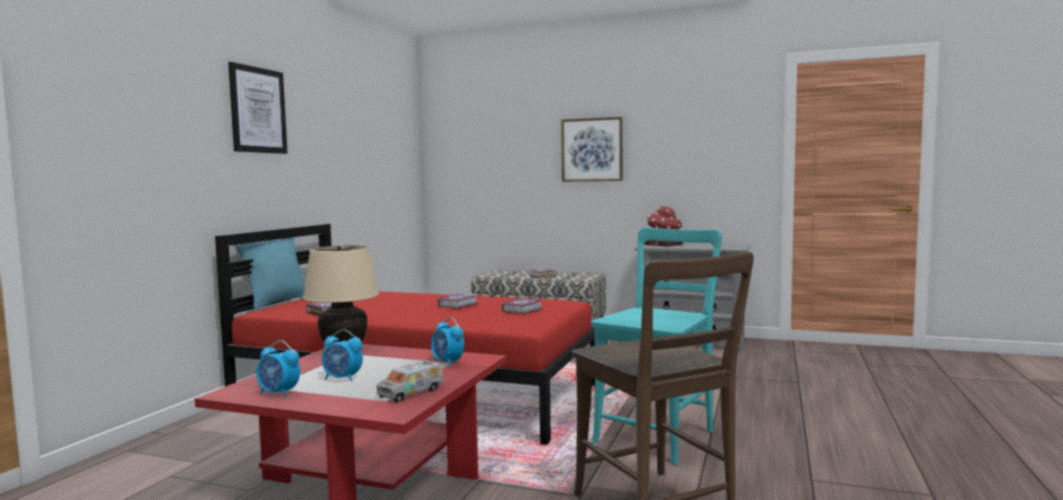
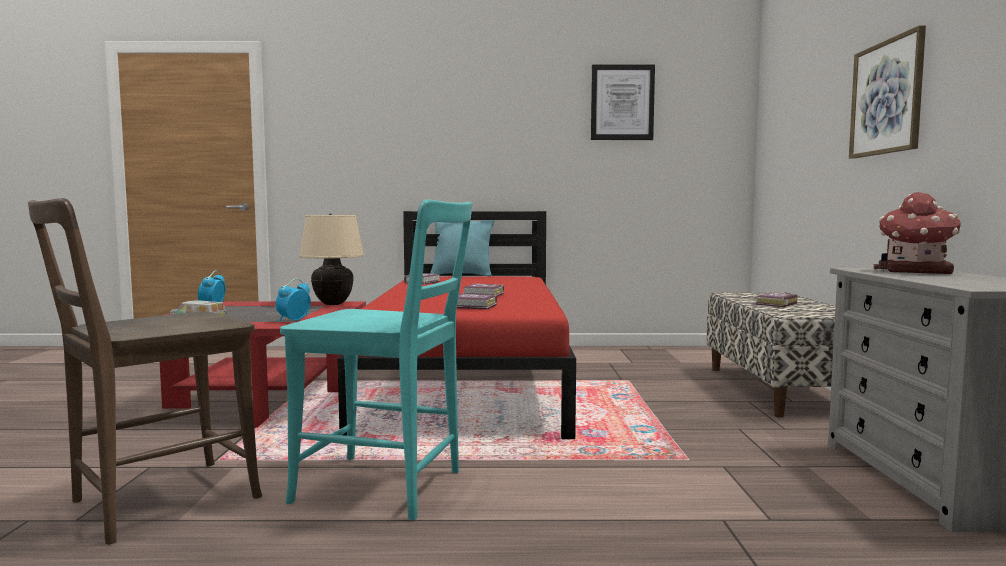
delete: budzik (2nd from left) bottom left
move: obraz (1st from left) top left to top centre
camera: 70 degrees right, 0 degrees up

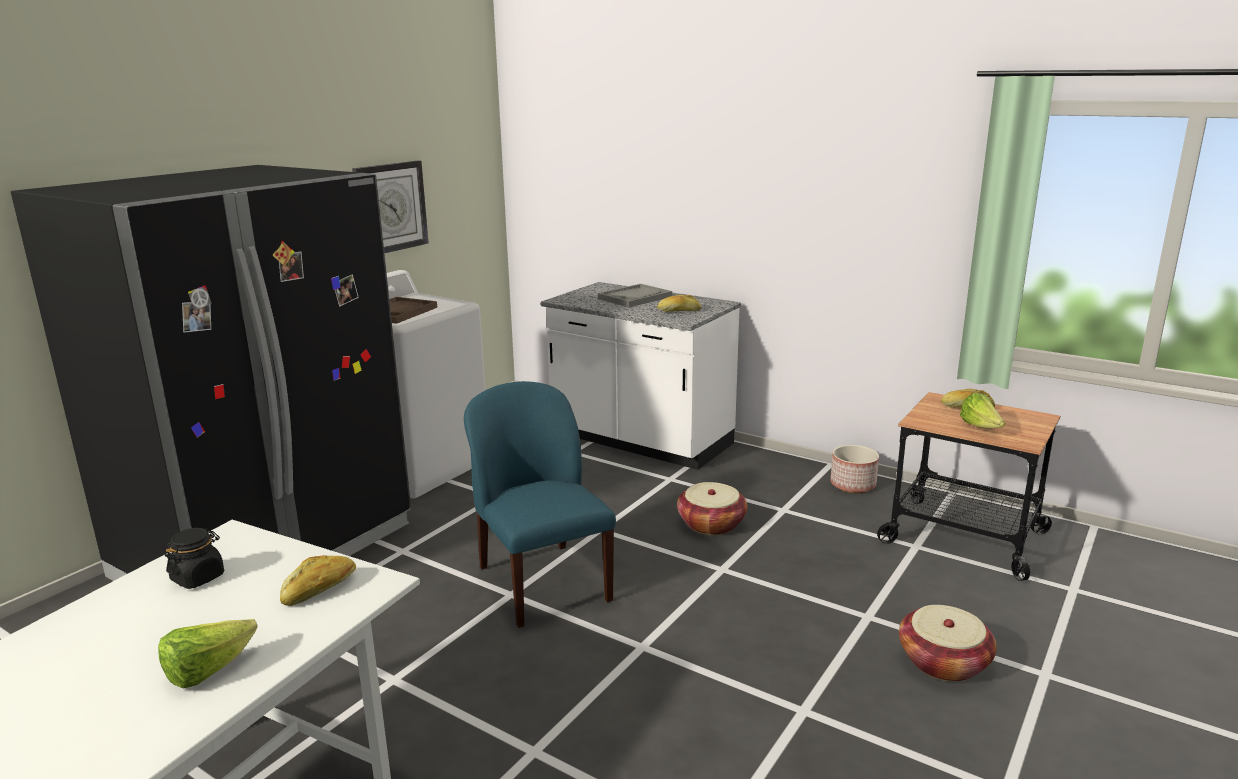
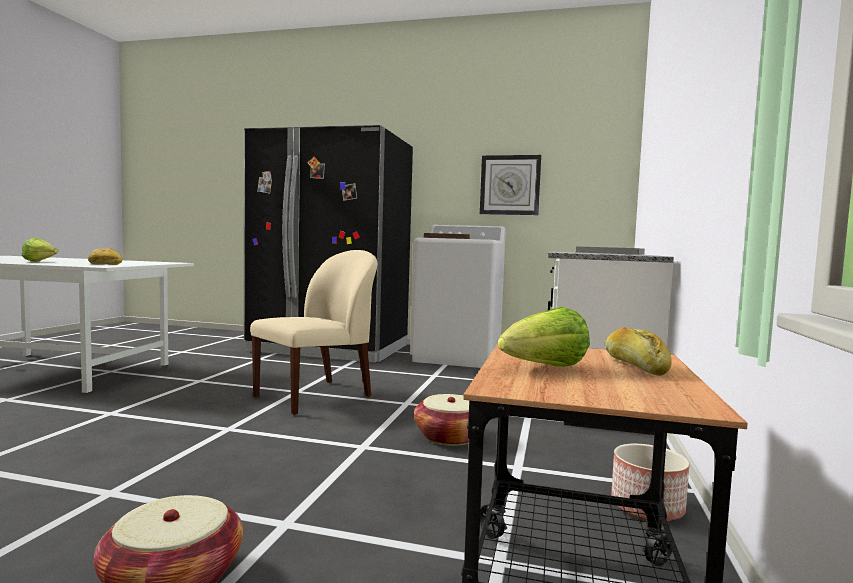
delete: chleb (2nd from left) centre; słoik/czarny bottom left
recolor: krzesło/niebieski centre to krzesło/beżowy centre
camera: 70 degrees right, 15 degrees down

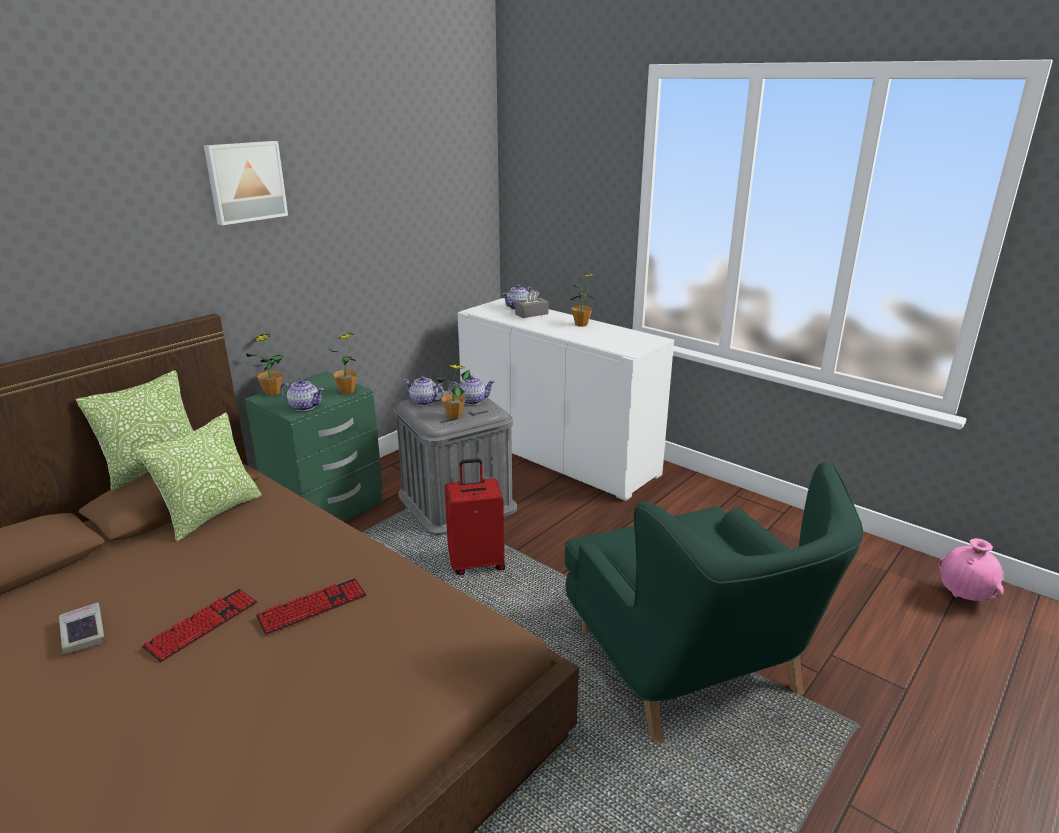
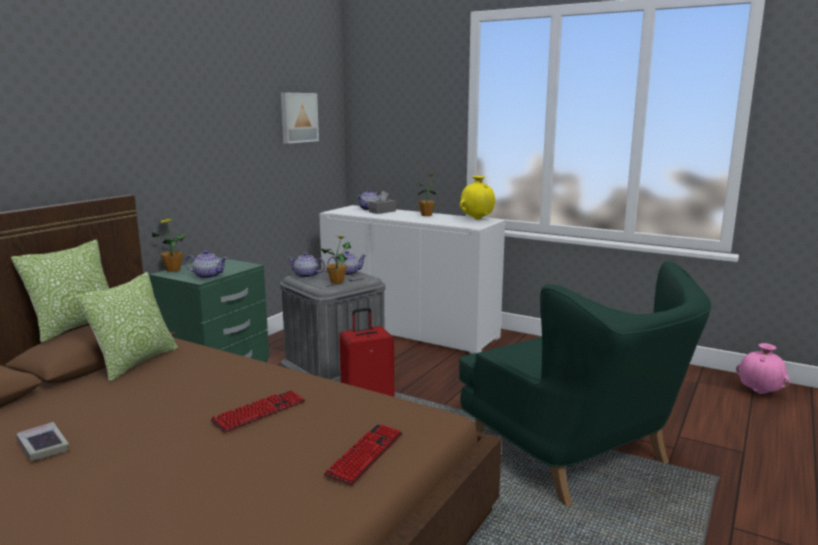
delete: roślina doniczkowa (2nd from left) middle left
insert: wazon/żółty centre
move: obraz top left to top centre; klawiatura (1st from left in the first image) bottom left to klawiatura (2nd from left) bottom centre
camera: 10 degrees left, 10 degrees down

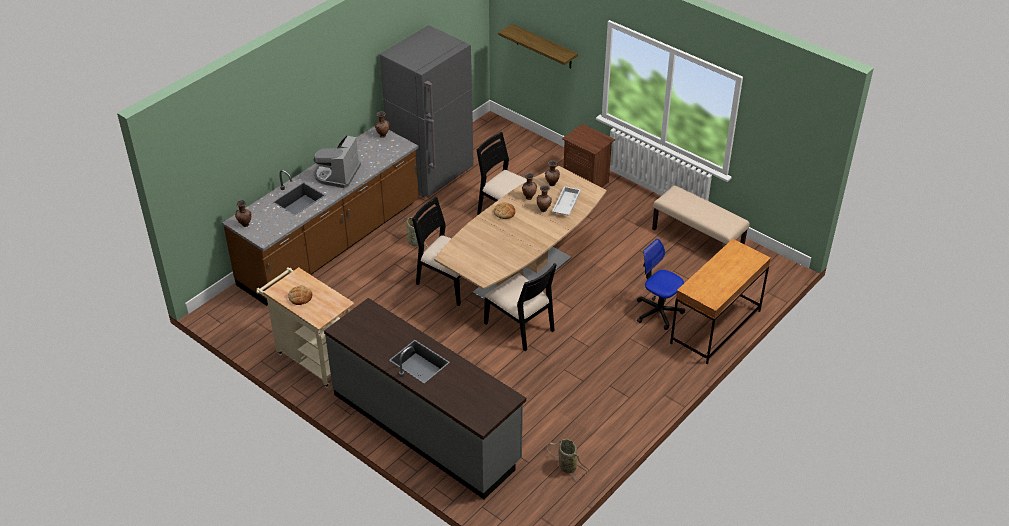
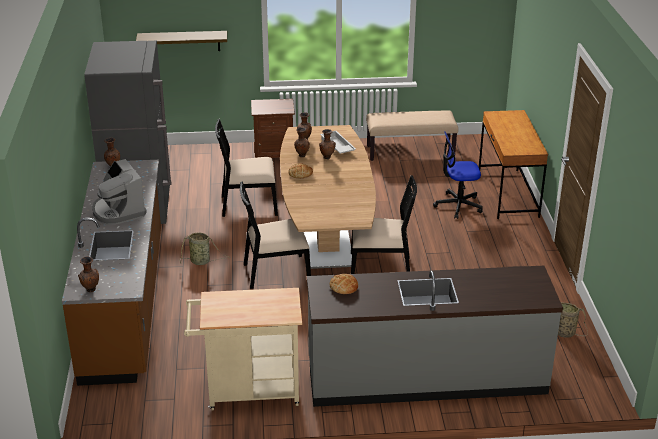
move: chleb (1st from left in the first image) middle left to chleb (2nd from left) centre
camera: 45 degrees left, 10 degrees down

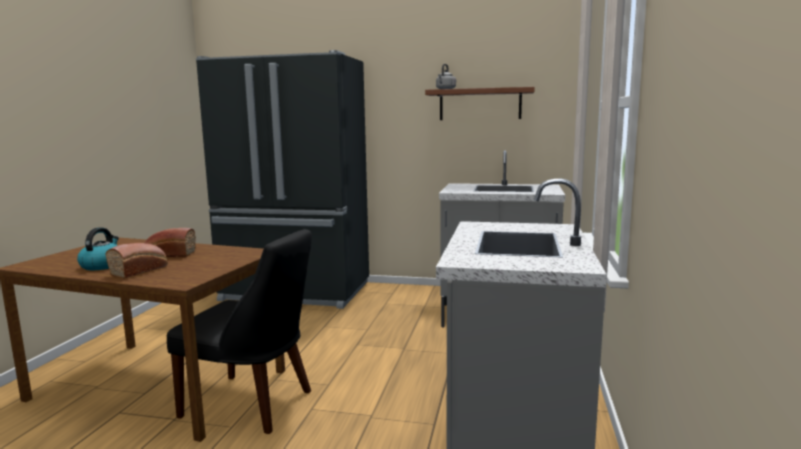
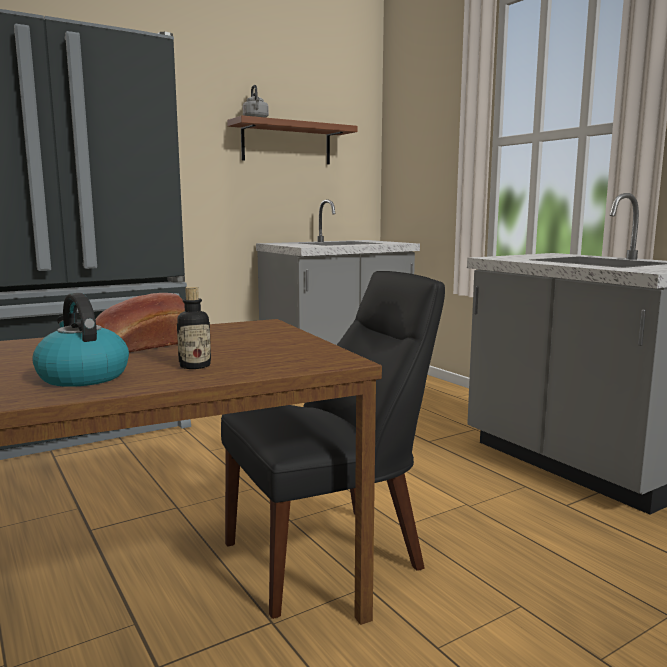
replace: chleb (1st from left) middle left to butelka middle left
camera: 45 degrees left, 0 degrees up

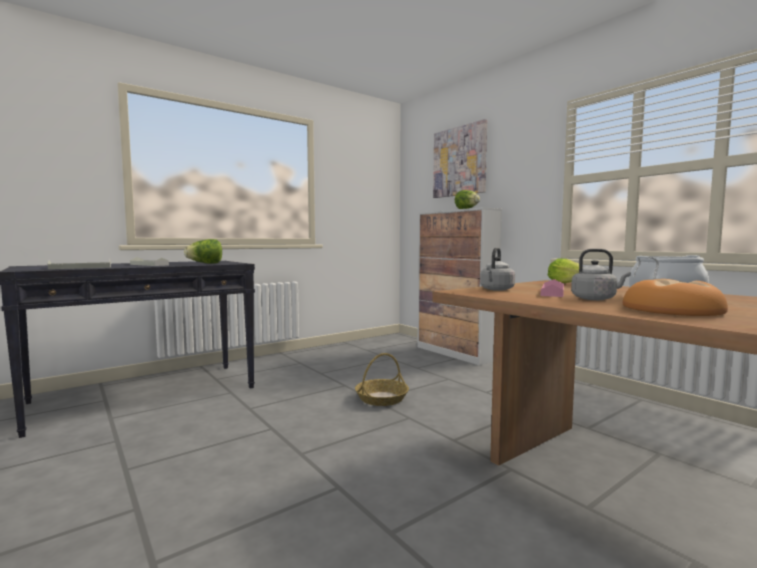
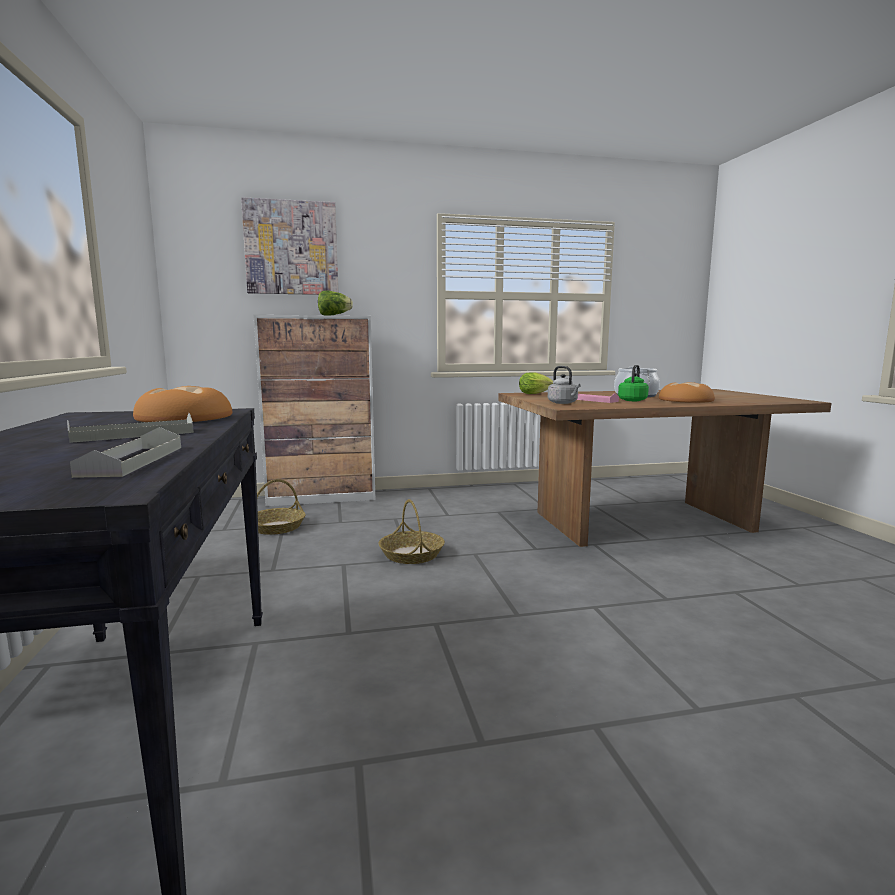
insert: koszyk (1st from left) middle left
replace: sałata (1st from left) middle left to chleb (1st from left) middle left
recolor: czajnik/szary (2nd from left) middle right to czajnik/zielony middle right
camera: 65 degrees left, 5 degrees up

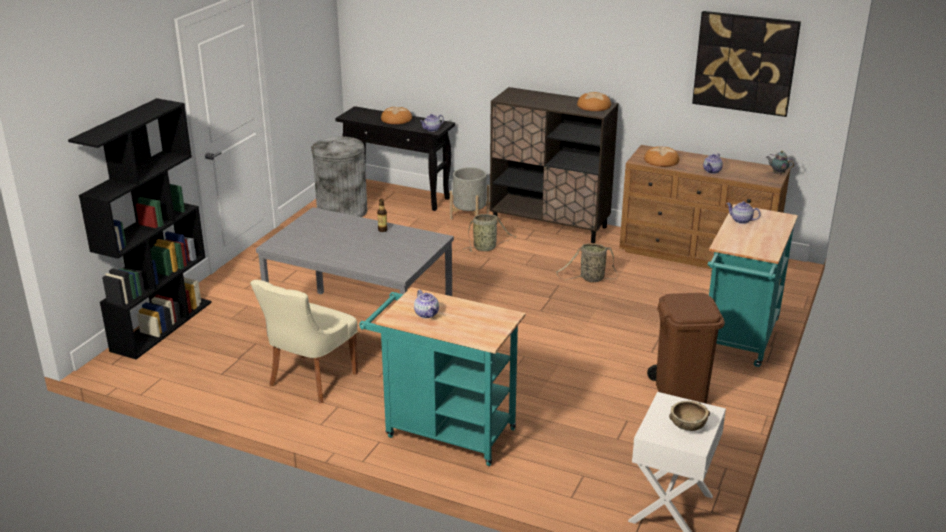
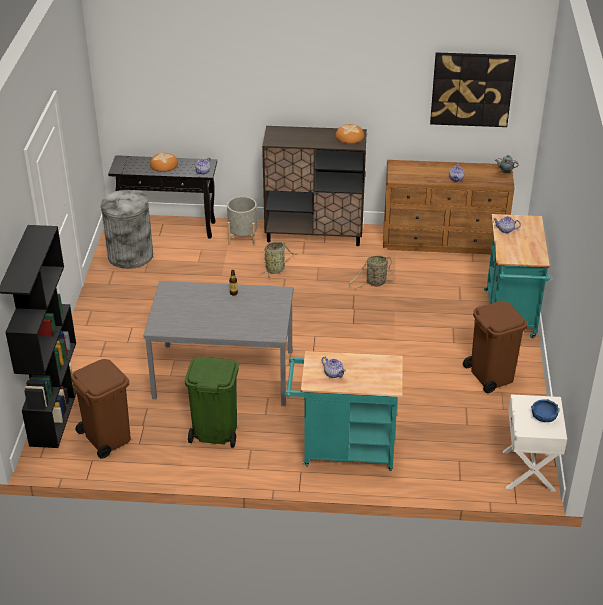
delete: chleb (3rd from left) top right
insert: kosz na śmieci/brązowy (1st from left) bottom left
replace: krzesło/beżowy middle left to kosz na śmieci/zielony centre
recolor: miska/brązowy bottom right to miska/niebieski bottom right
camera: 20 degrees left, 10 degrees up

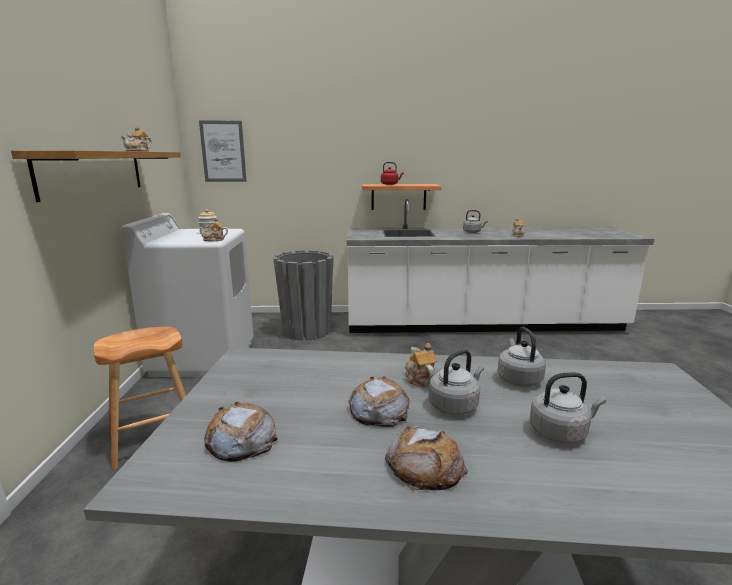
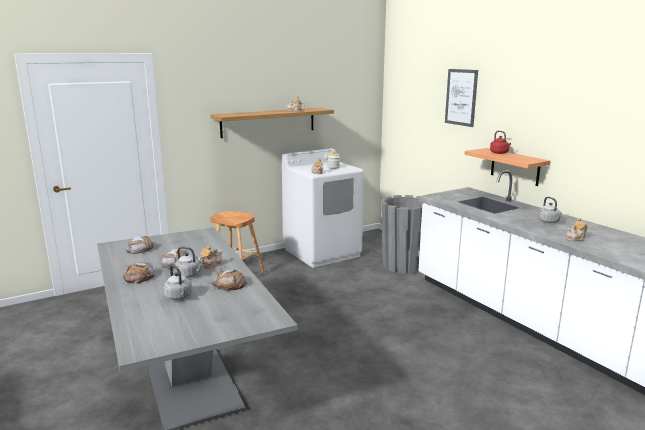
move: obraz top left to top right
replace: czajnik/szary (3rd from left) middle right to chleb (4th from left) centre
camera: 60 degrees right, 0 degrees up

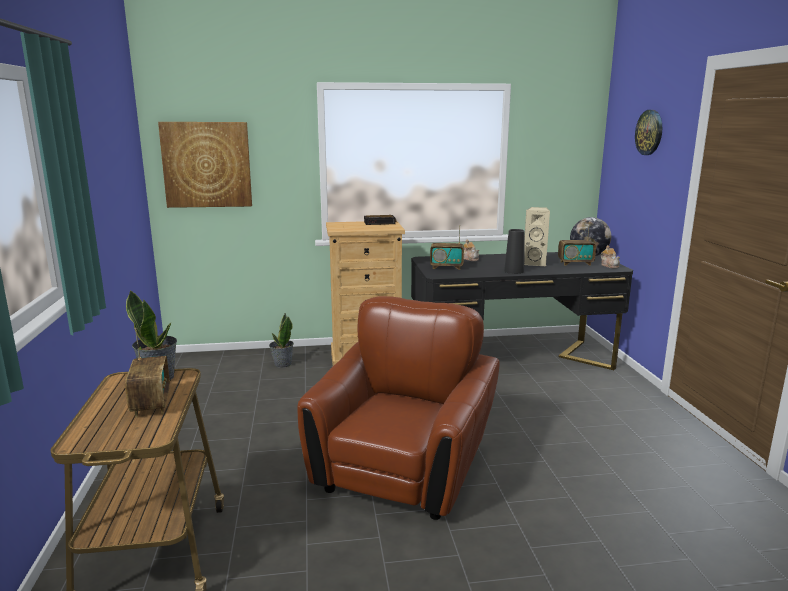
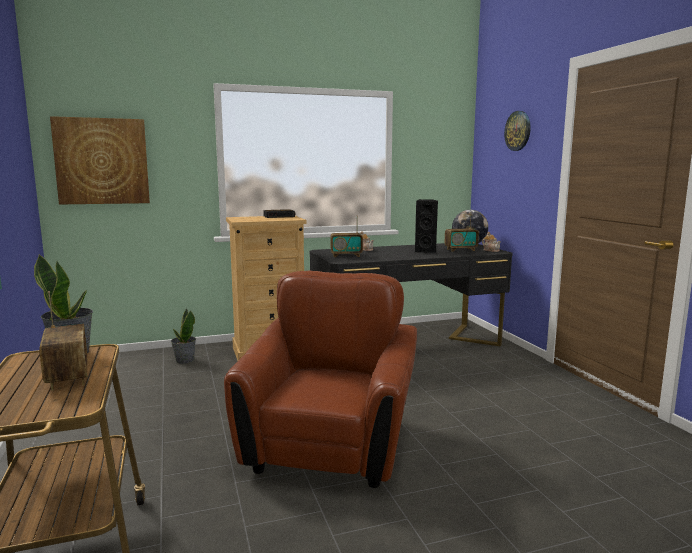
delete: wazon/czarny centre
recolor: głośnik/beżowy middle right to głośnik/czarny centre
camera: 10 degrees left, 5 degrees down

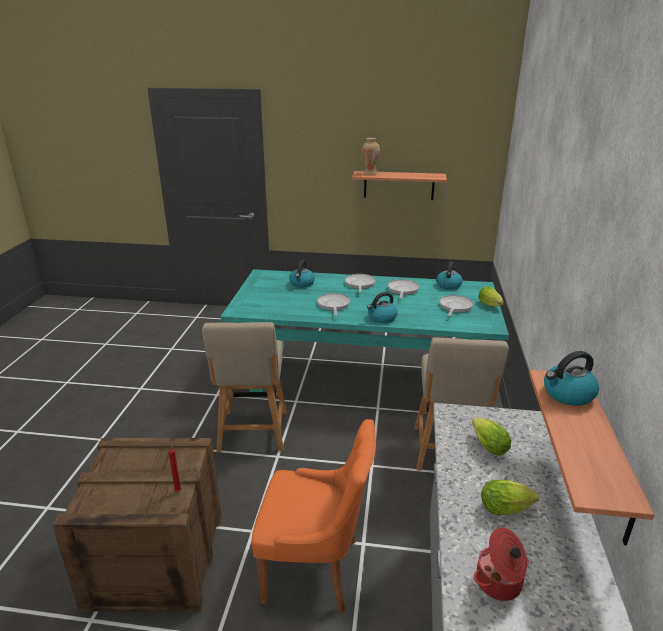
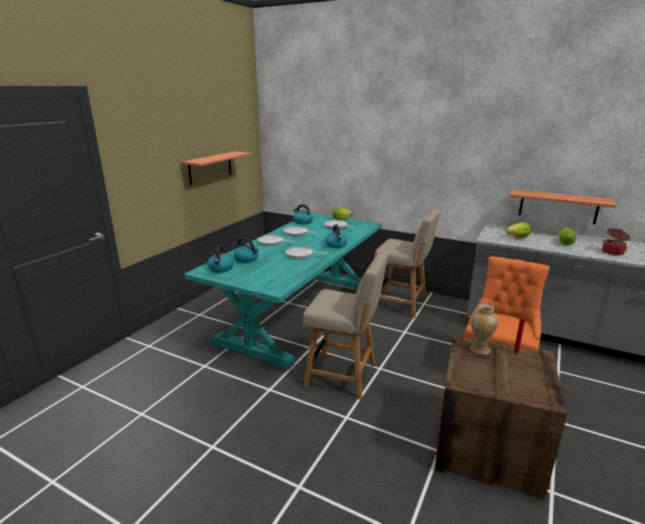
move: wazon top centre to middle right; czajnik (4th from left in the first image) middle right to czajnik (1st from left) centre
camera: 70 degrees left, 5 degrees down

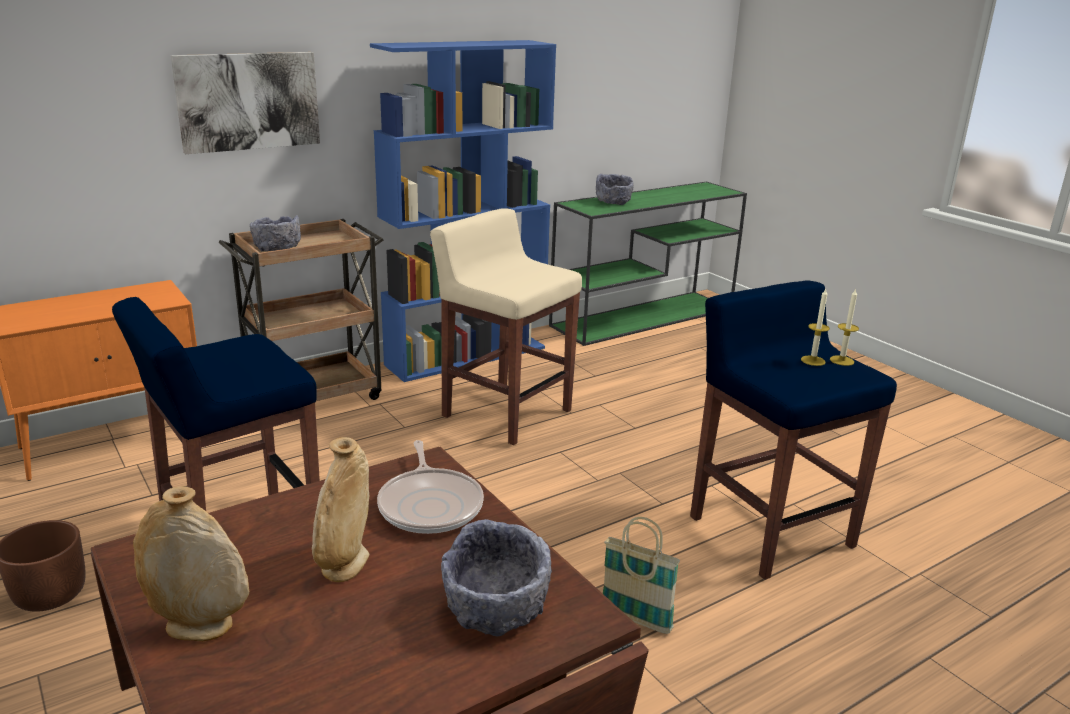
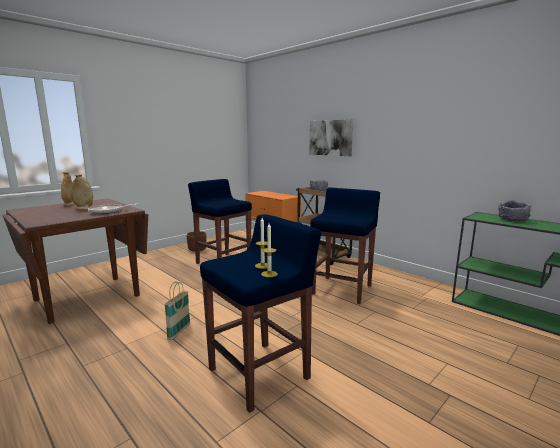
delete: regał/niebieski top centre; miska/szary (2nd from left) bottom centre
recolor: stołek/beżowy centre to stołek/niebieski (3rd from left) centre
camera: 80 degrees right, 10 degrees down

